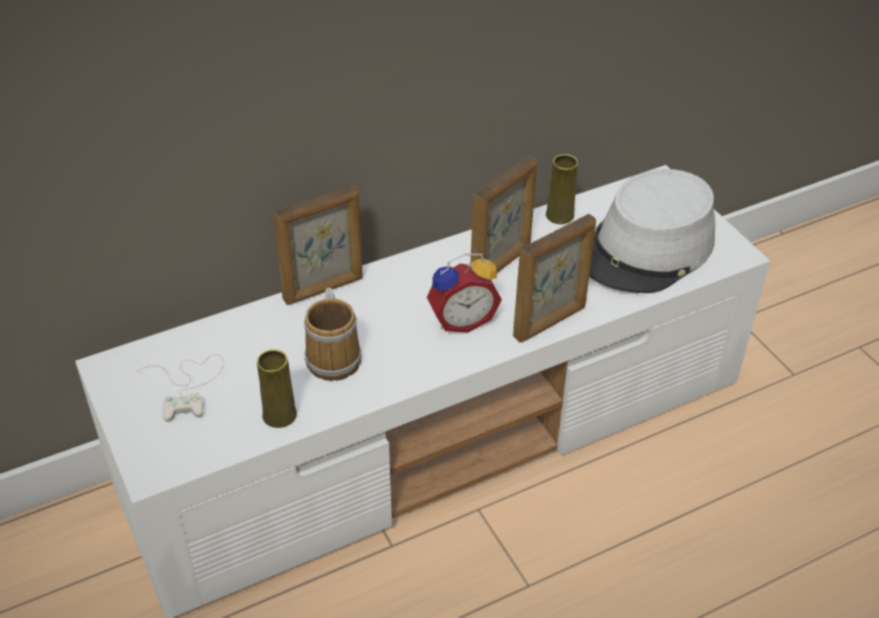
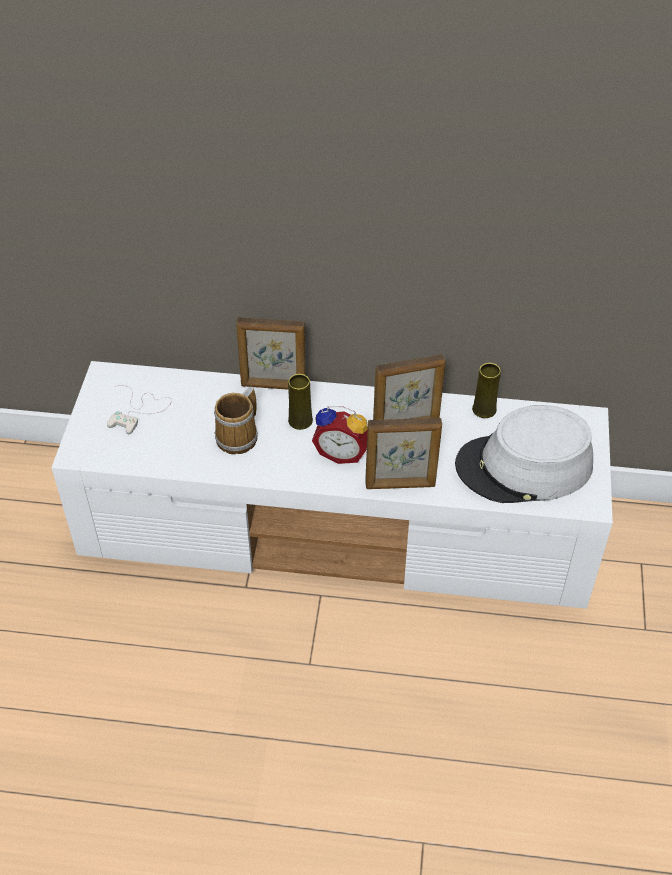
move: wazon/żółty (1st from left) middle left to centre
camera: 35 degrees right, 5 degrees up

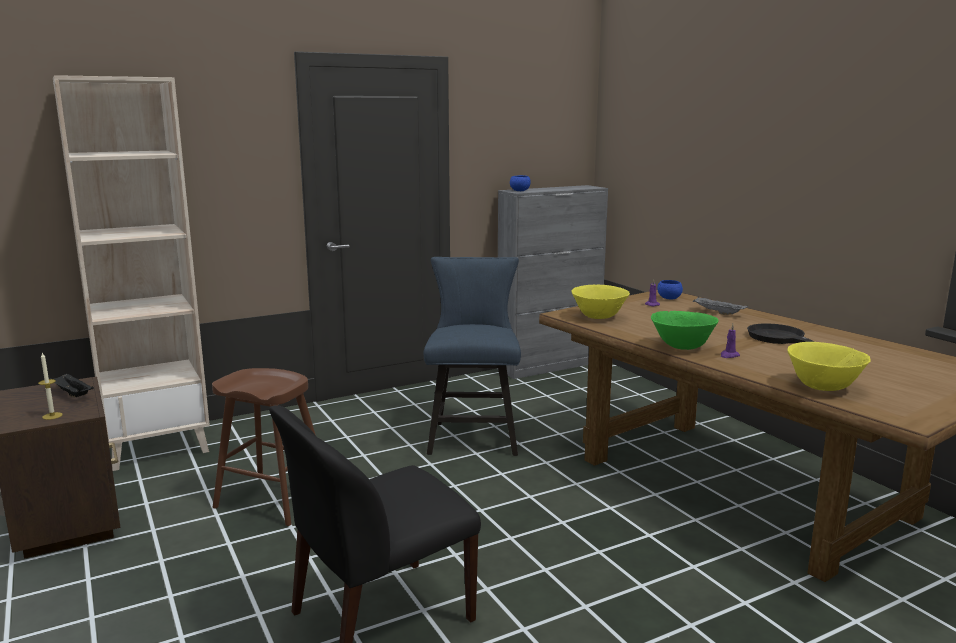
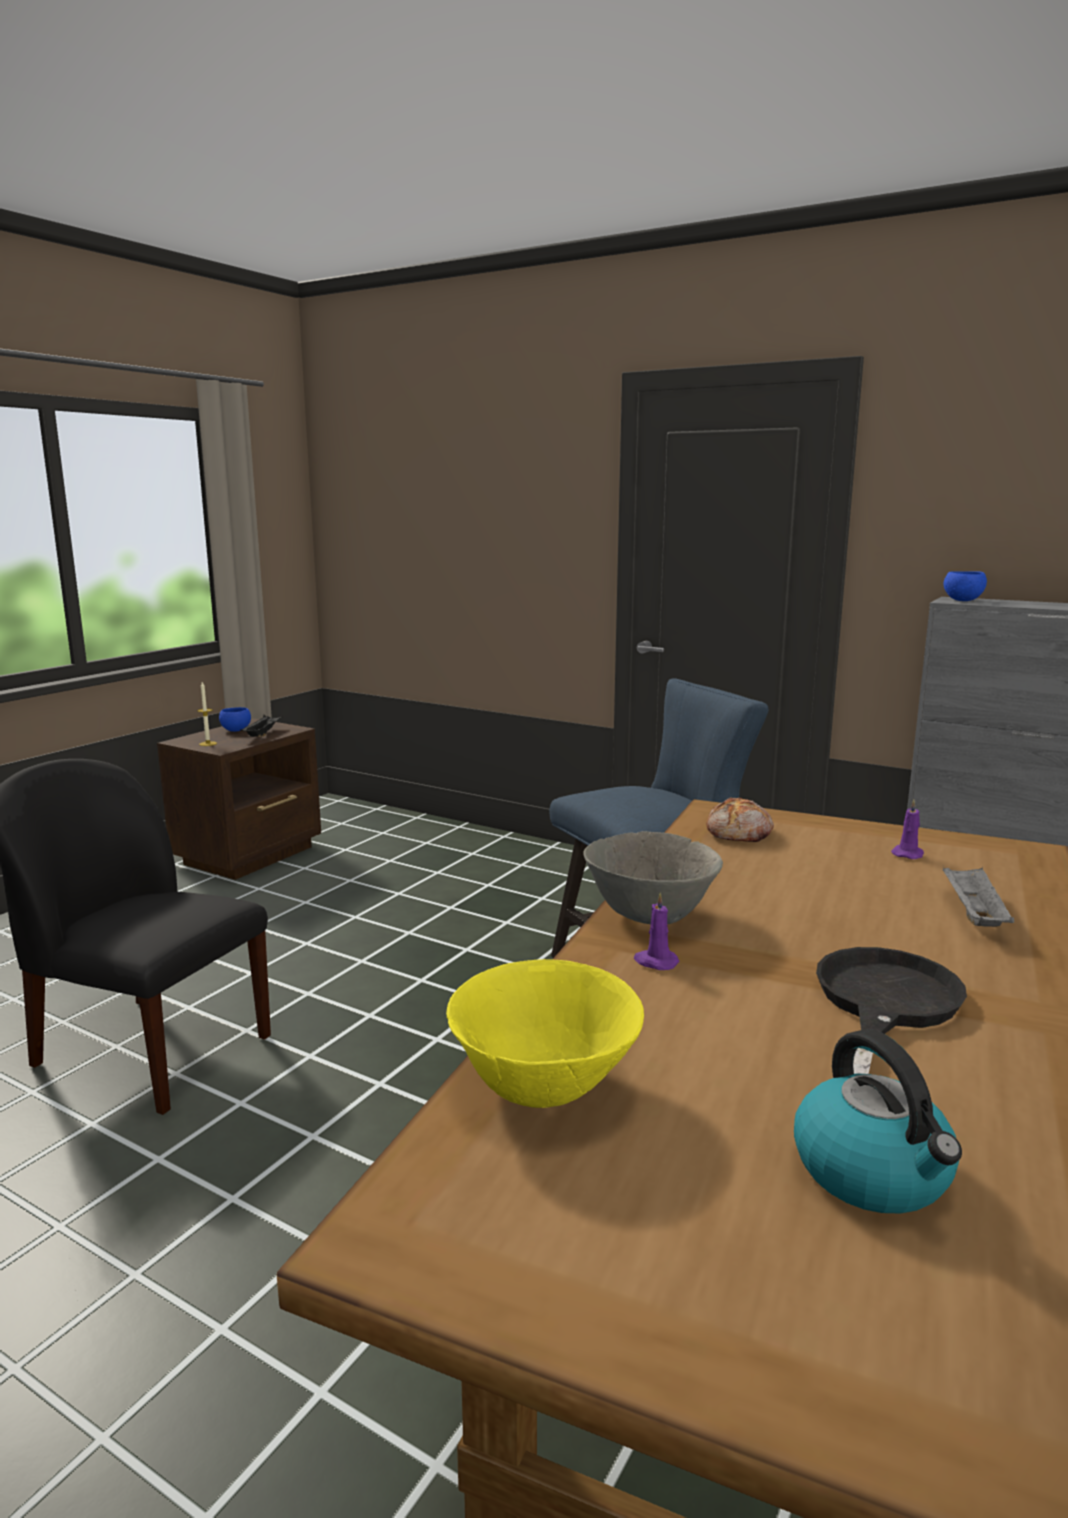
delete: regał/beżowy middle left; stołek/brązowy bottom left
insert: czajnik bottom right
move: miska/niebieski (2nd from left in the first image) middle right to miska/niebieski (1st from left) middle left
replace: miska/żółty (1st from left) centre to chleb middle right
recolor: miska/zielony middle right to miska/szary centre
camera: 60 degrees right, 0 degrees up

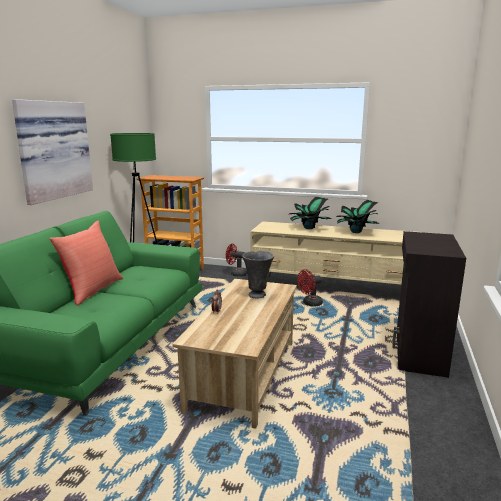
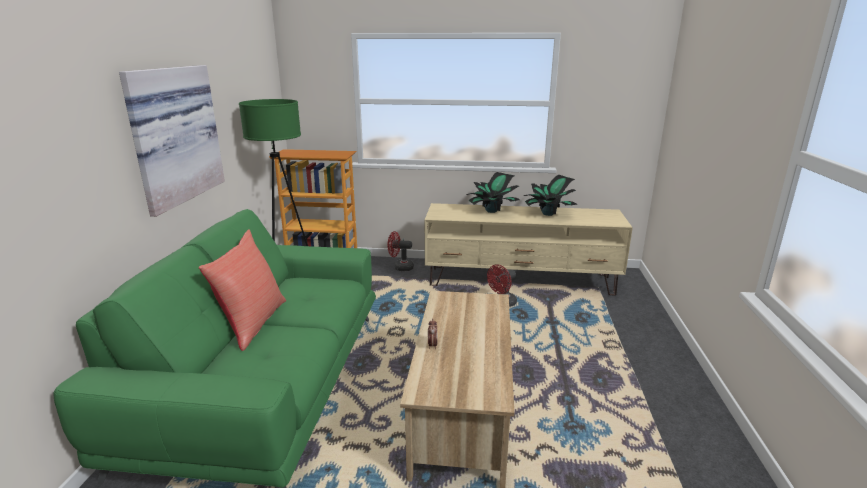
delete: szafka/czarny middle right; wazon/szary centre
camera: 10 degrees left, 5 degrees up

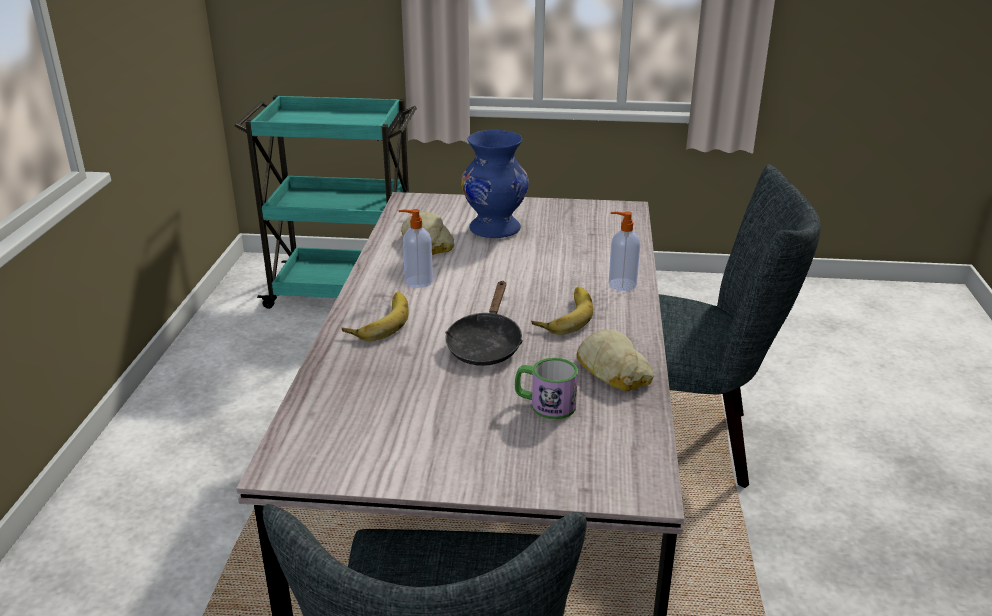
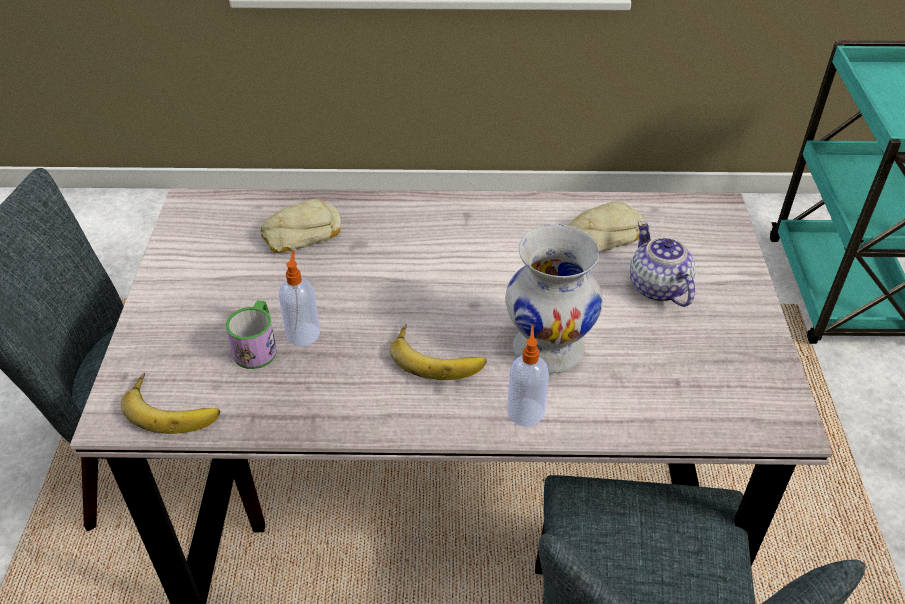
delete: patelnia/czarny centre
insert: wazon/biały centre
move: dozownik mydła (1st from left) centre to middle left; banan (1st from left) centre to bottom left; chleb (2nd from left in the first image) centre to chleb (1st from left) middle left
replace: wazon/niebieski top centre to imbryk middle right
camera: 85 degrees right, 15 degrees up

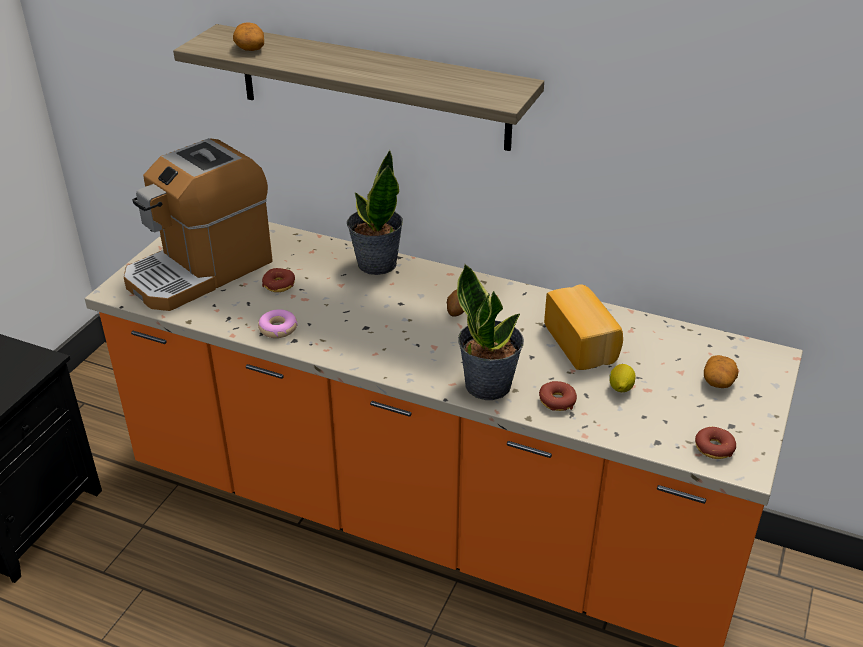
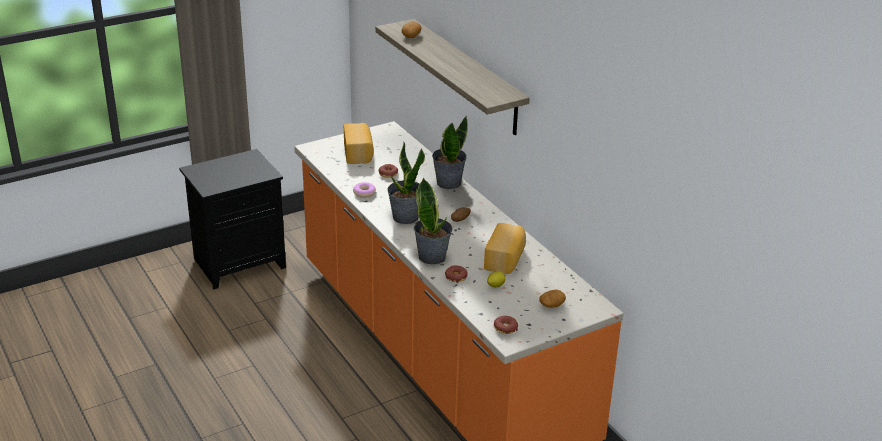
insert: roślina doniczkowa (1st from left) centre
replace: ekspres do kawy middle left to chleb (1st from left) top centre
camera: 35 degrees right, 5 degrees down

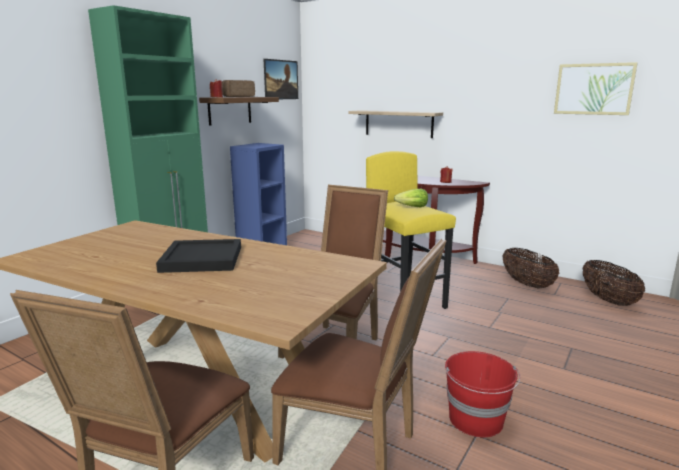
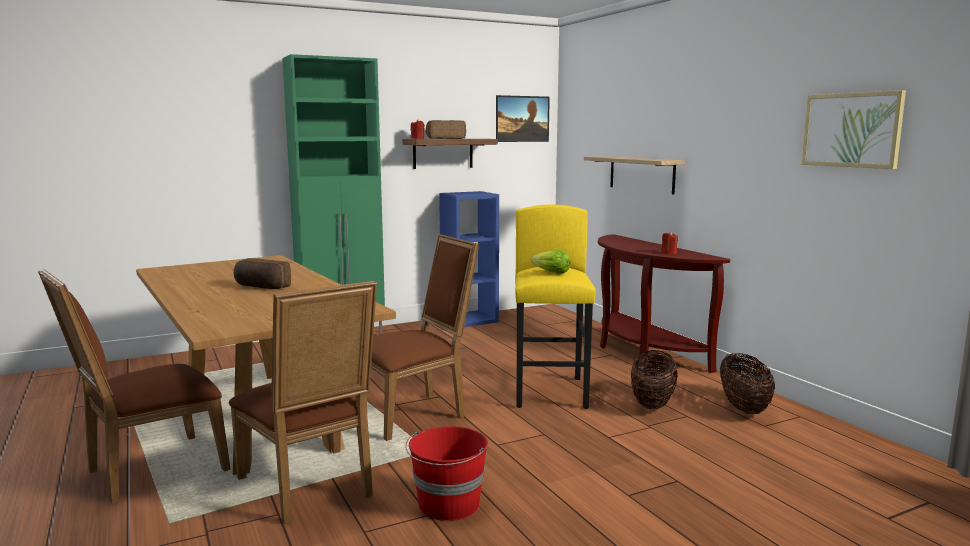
move: koszyk (2nd from left in the first image) middle right to koszyk (1st from left) bottom right
replace: taca/czarny middle left to chleb (1st from left) middle left
camera: 30 degrees right, 5 degrees down

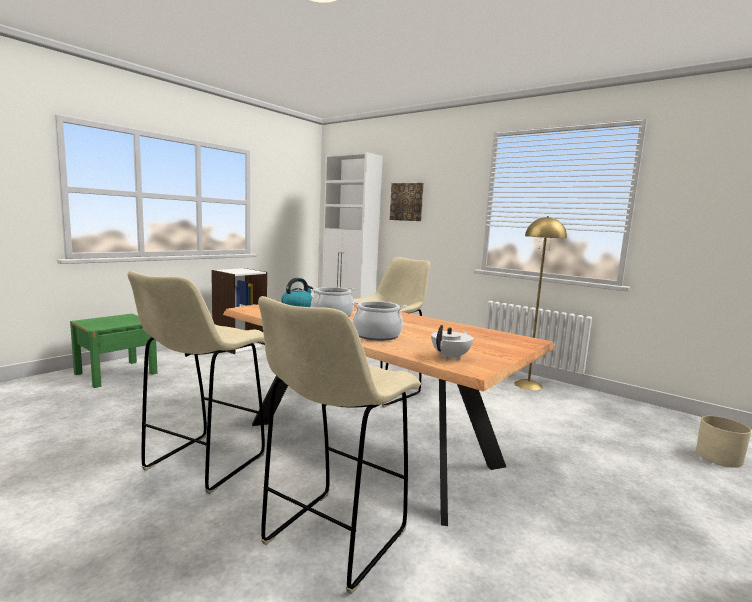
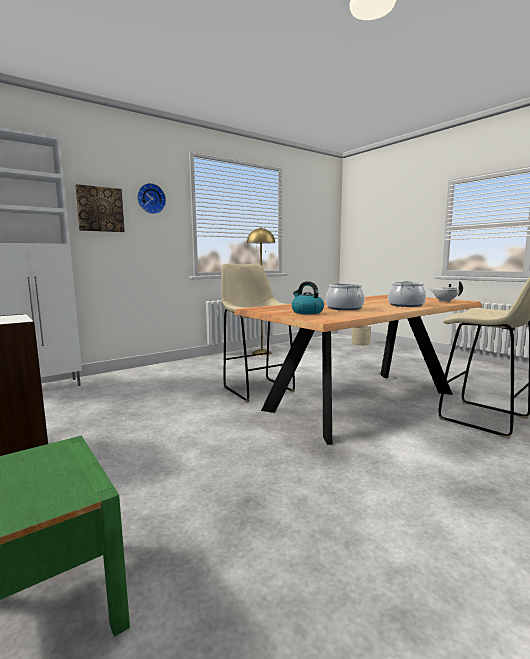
delete: stołek/beżowy (1st from left) middle left
insert: zegar ścienny top left
camera: 75 degrees left, 0 degrees up

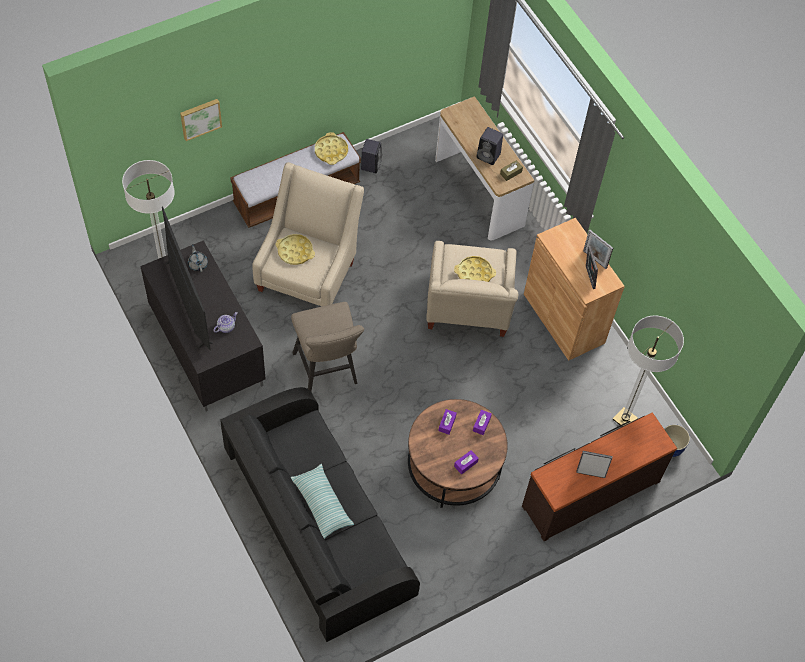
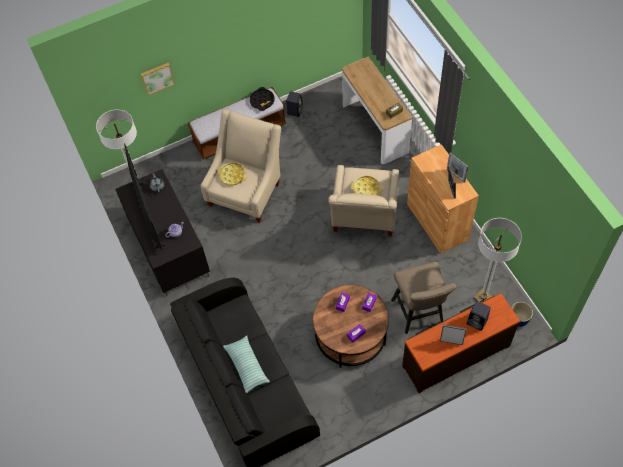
move: głośnik/czarny (2nd from left) top centre to bottom right; stołek/beżowy centre to middle right
recolor: taca/żółty (2nd from left) top centre to taca/czarny top centre
camera: 10 degrees right, 0 degrees up

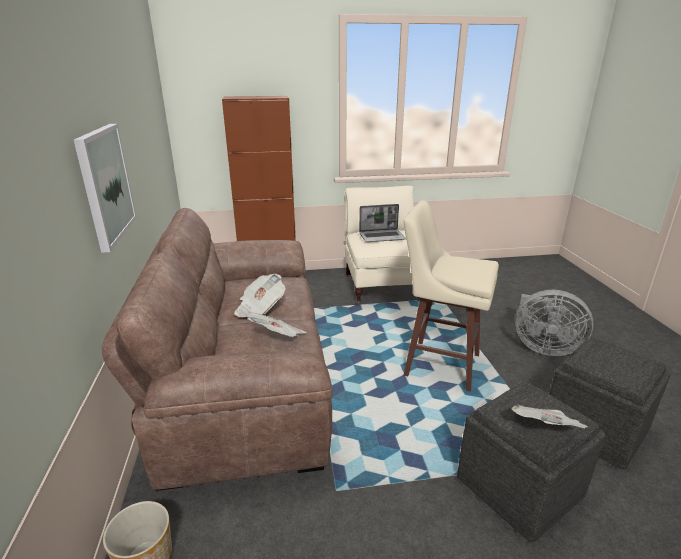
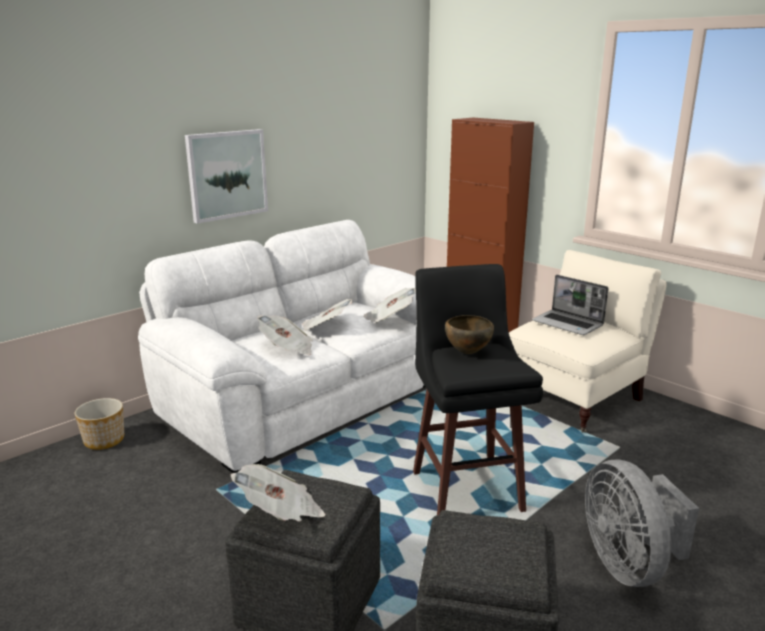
insert: gazeta (4th from left) centre; miska/brązowy centre
recolor: stołek/beżowy centre to stołek/czarny centre; kanapa/brązowy middle left to kanapa/biały centre
camera: 55 degrees right, 5 degrees down

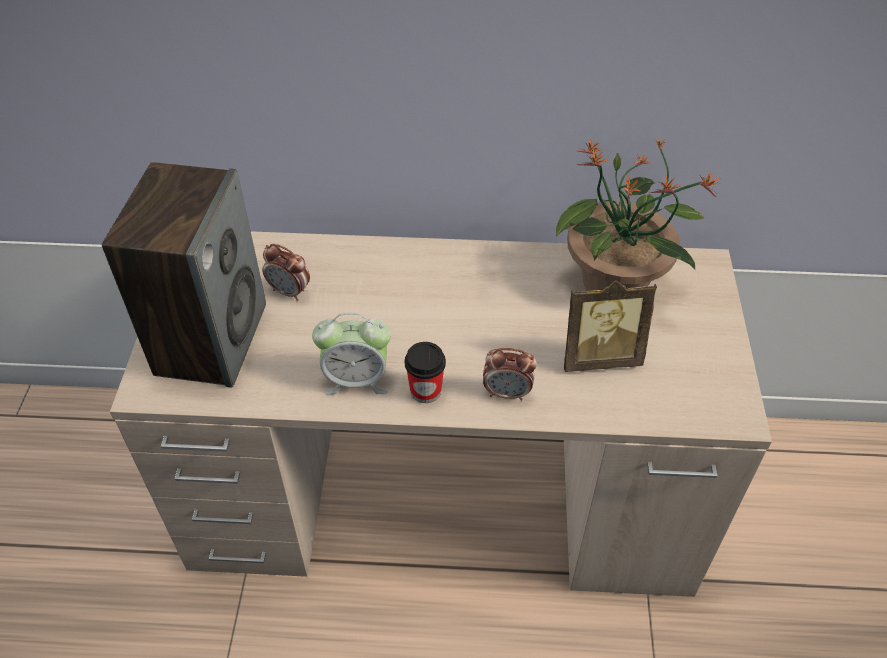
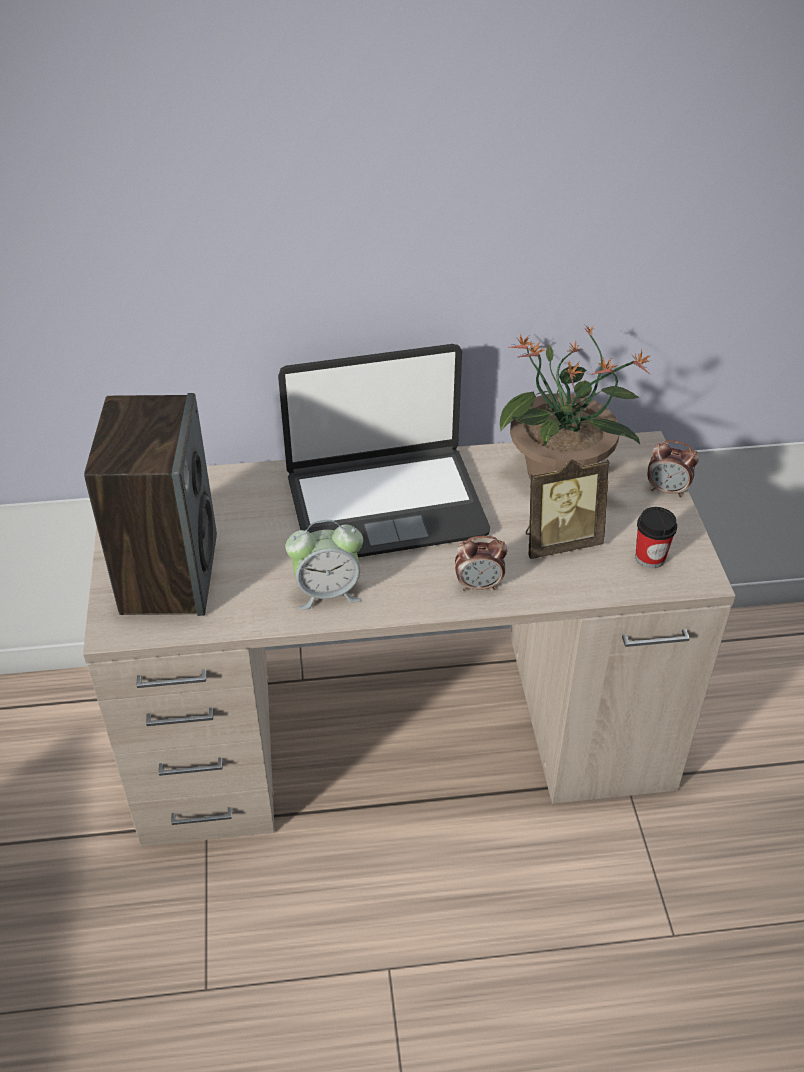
insert: laptop centre
move: budzik (1st from left in the first image) middle left to budzik (3rd from left) middle right; filiżanka centre to middle right
camera: 10 degrees left, 5 degrees down

